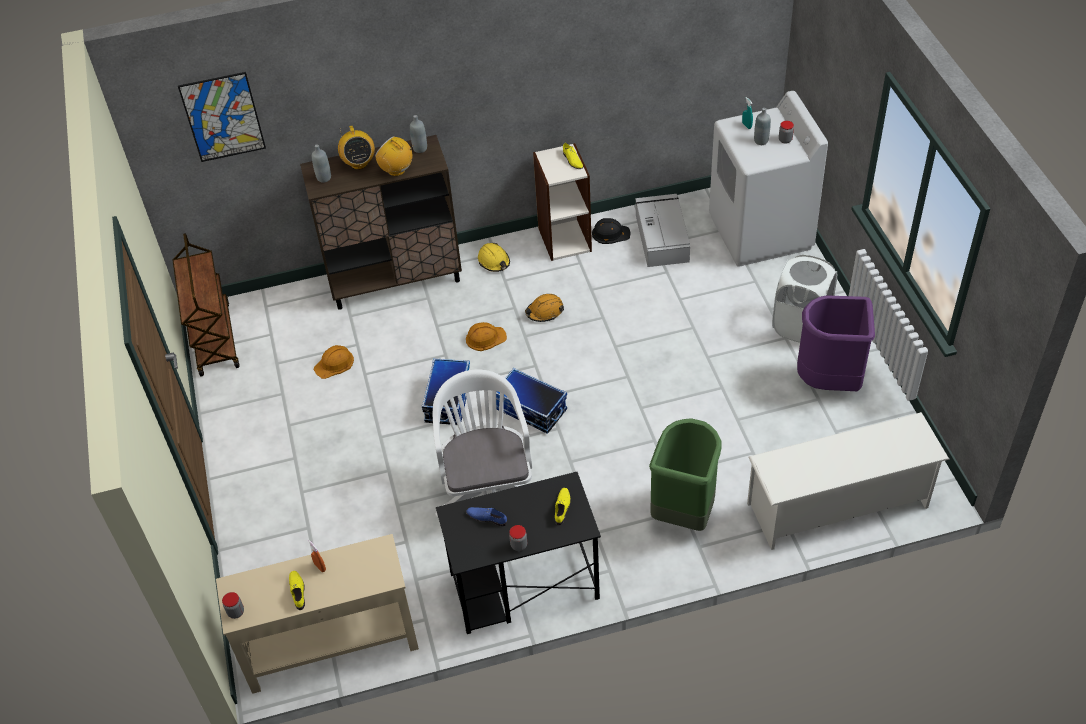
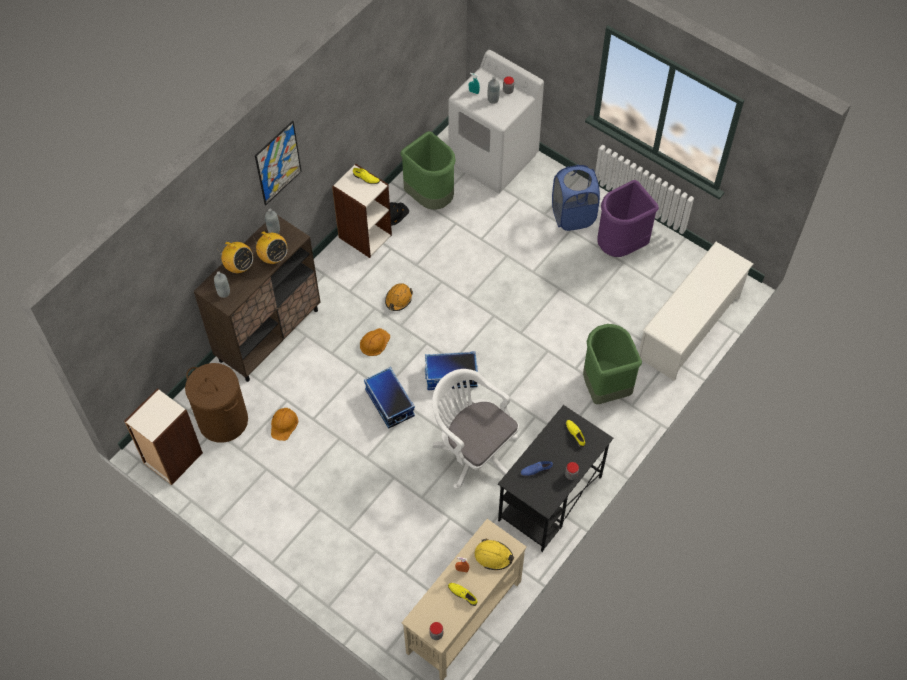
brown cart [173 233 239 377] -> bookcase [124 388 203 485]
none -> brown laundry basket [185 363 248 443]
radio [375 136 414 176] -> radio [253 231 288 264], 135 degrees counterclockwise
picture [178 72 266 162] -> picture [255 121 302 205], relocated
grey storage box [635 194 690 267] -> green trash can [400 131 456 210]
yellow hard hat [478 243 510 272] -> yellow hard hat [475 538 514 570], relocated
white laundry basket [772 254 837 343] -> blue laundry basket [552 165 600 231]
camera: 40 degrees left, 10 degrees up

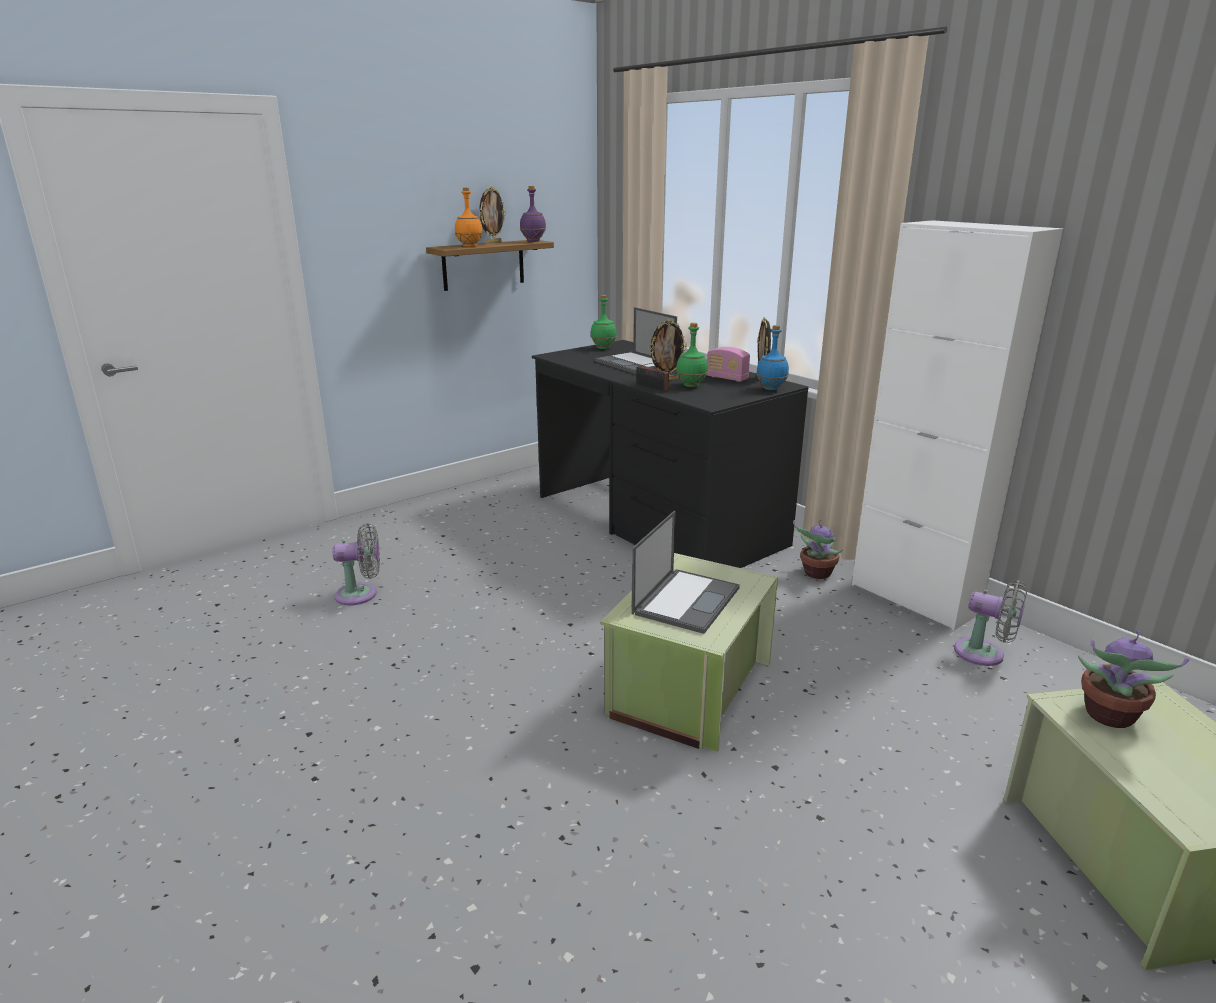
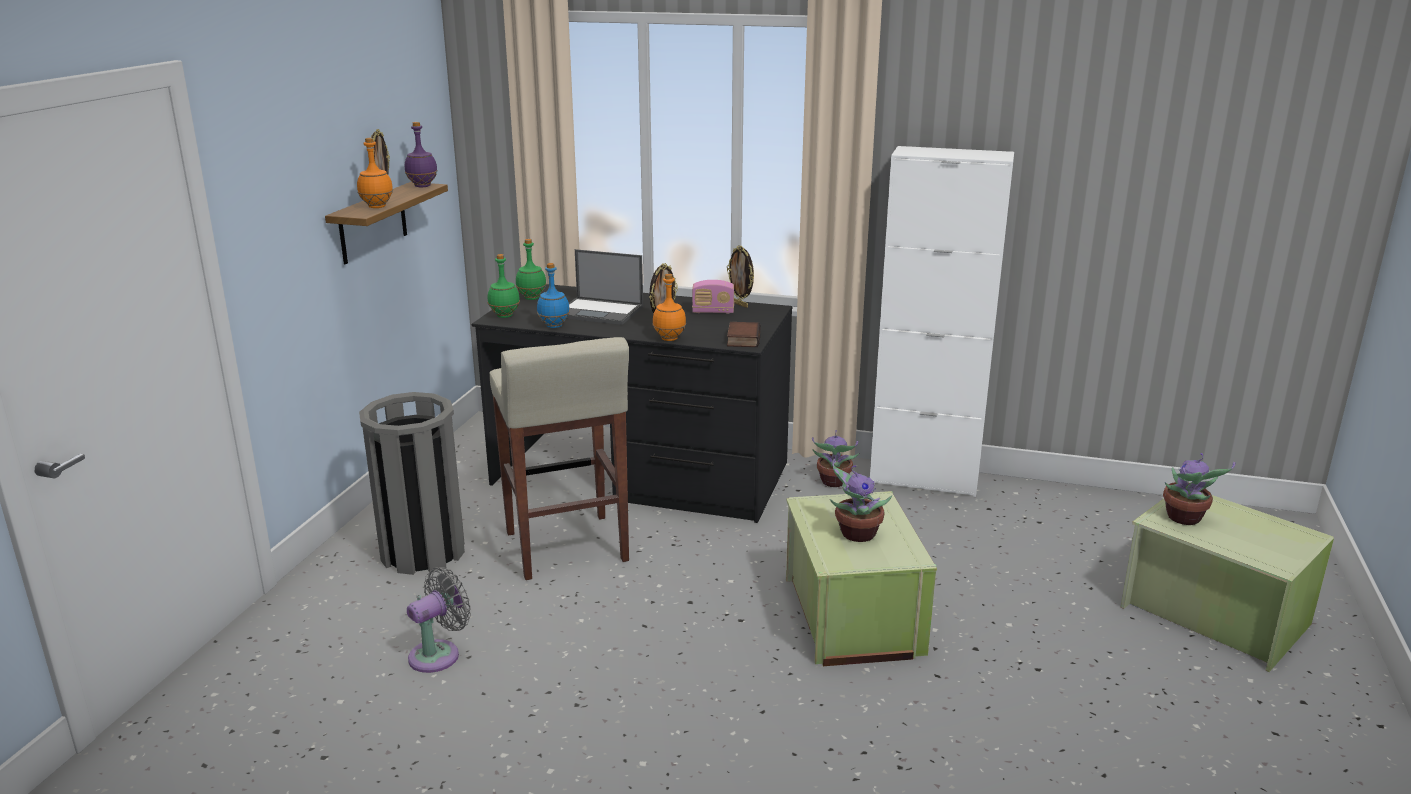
none -> grey trash can [359 392 465 575]
green bottle [676 323 708 387] -> green bottle [488 254 520 318], relocated
none -> beige stool [489 337 629 580]
blue bottle [756 325 789 390] -> blue bottle [537 263 570 328], relocated
radio [636 358 672 392] -> orange bottle [652 274 686 341]
none -> book [727 322 761 347]
laptop [631 511 740 634] -> potted plant [830 459 892 542]
grey fan [954 580 1027 666] -> none
camera: 35 degrees left, 0 degrees up

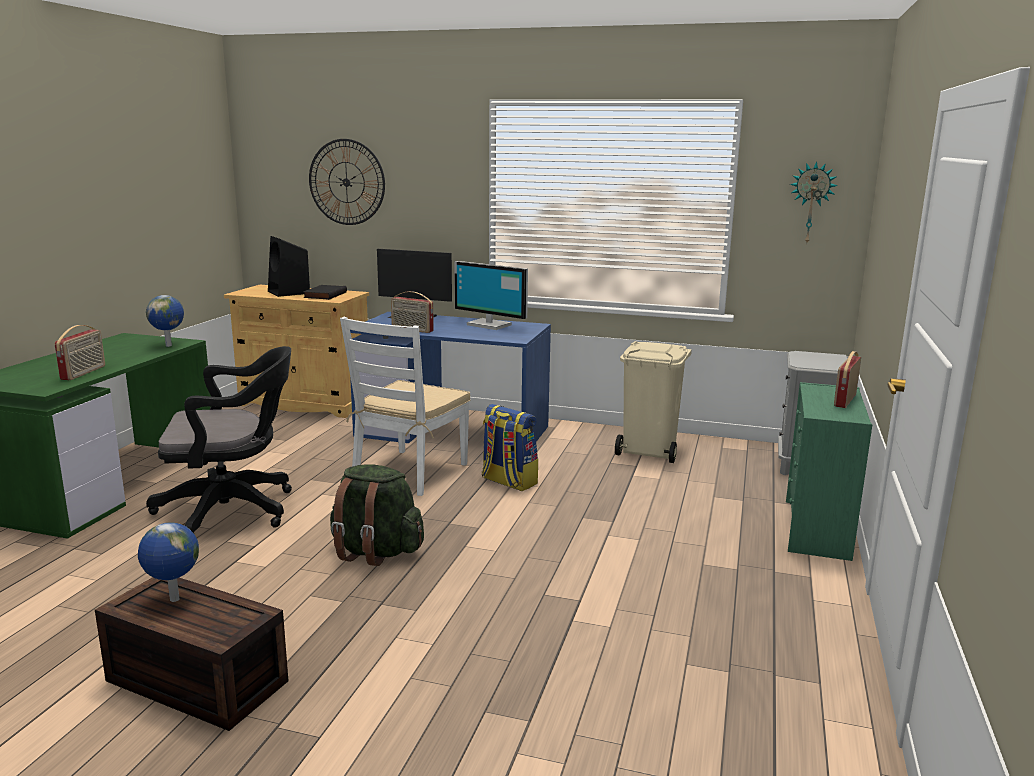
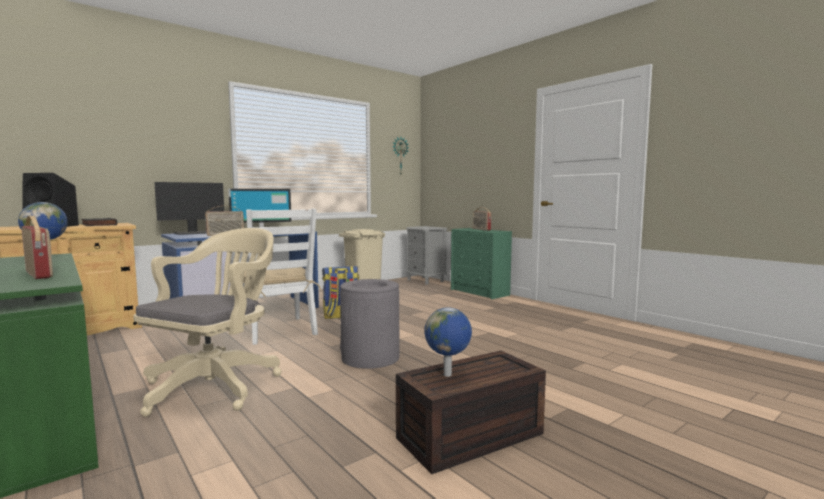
black office chair [146 346 292 533] -> beige office chair [133 228 282 417]
green backpack [330 464 424 566] -> grey trash can [340 279 399 369]
wall clock [309 139 385 225] -> none
camera: 55 degrees left, 10 degrees down

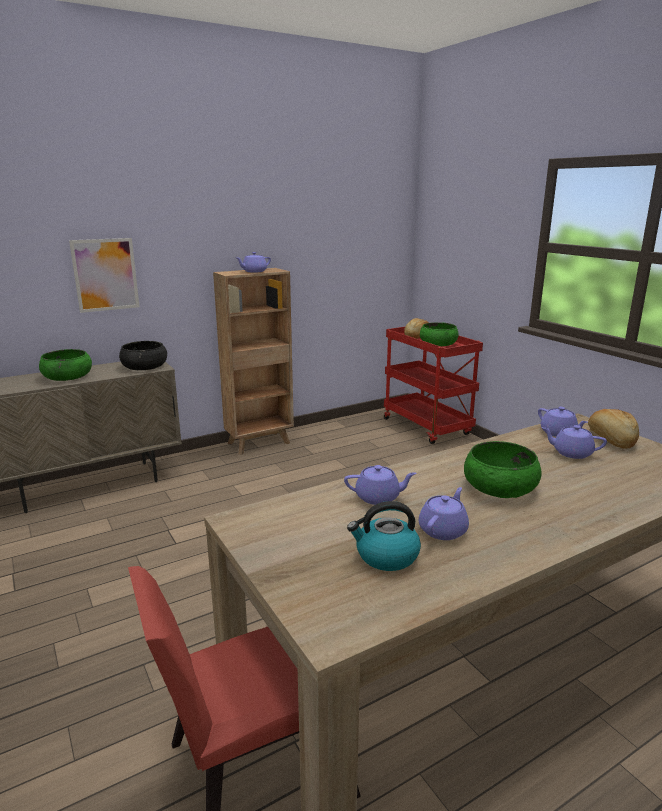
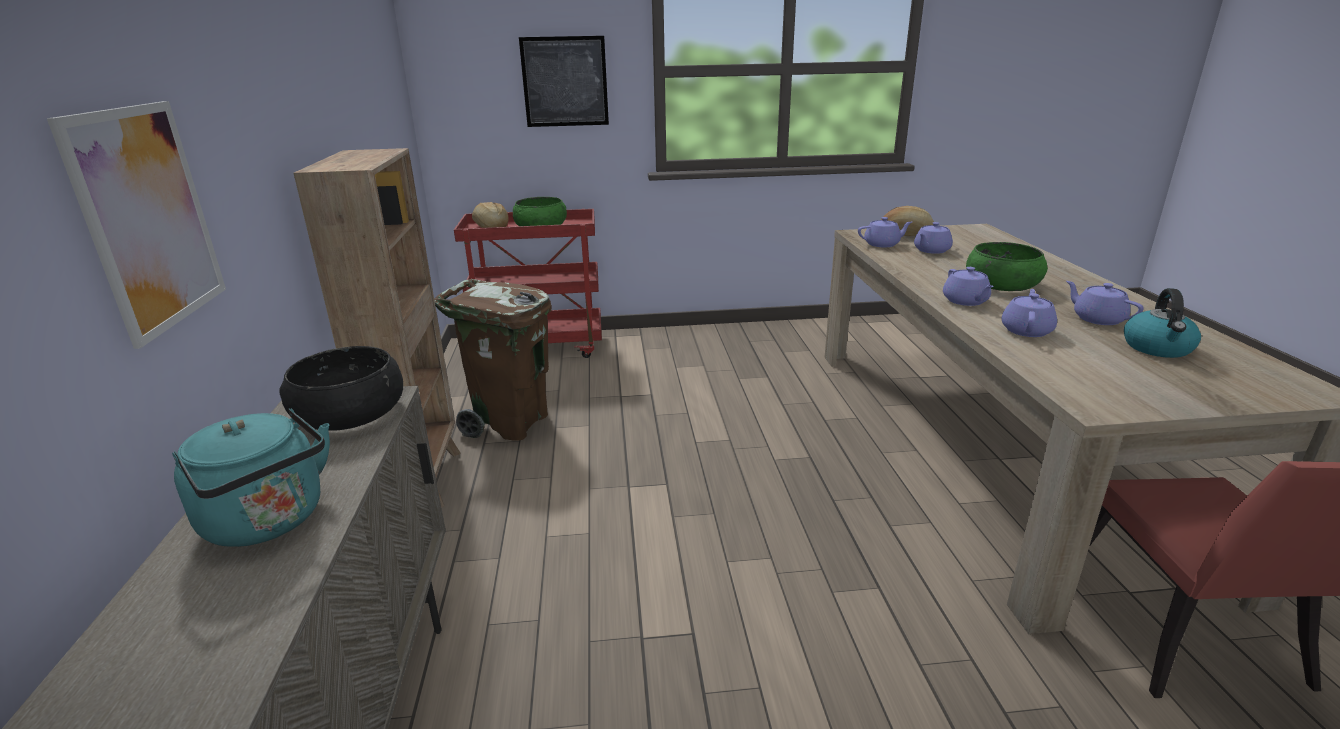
green bowl [39 349 92 381] -> turquoise kettle [172 408 330 547]
none -> brown trash can [434 279 552 441]
none -> picture [519 36 609 127]
purple teapot [236 252 271 273] -> purple teapot [943 267 994 306], relocated
camera: 65 degrees left, 5 degrees up

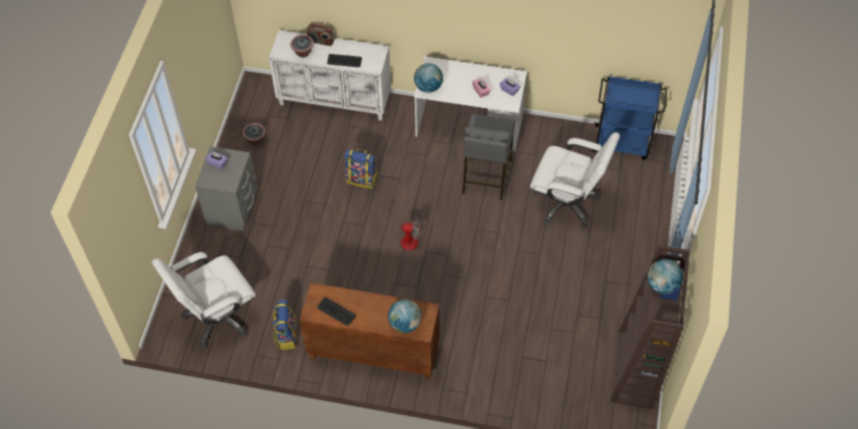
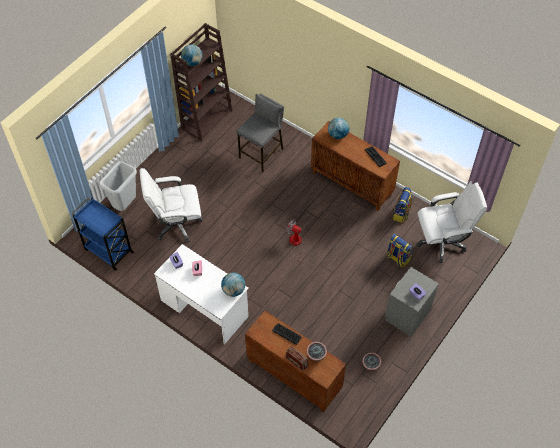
none -> grey trash can [99 161 137 211]
white office chair [530 133 620 228] -> white office chair [140 168 203 243], 60 degrees counterclockwise
grey stool [462 114 515 200] -> grey stool [237 93 284 172], relocated
white cabinet [269 30 391 121] -> brown cabinet [245 310 346 412]
backpack [344 148 378 189] -> backpack [386 234 413 268], relocated
camera: 155 degrees left, 0 degrees up

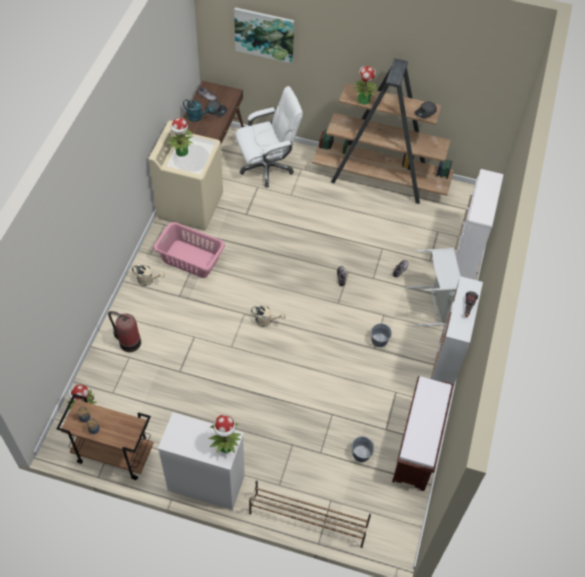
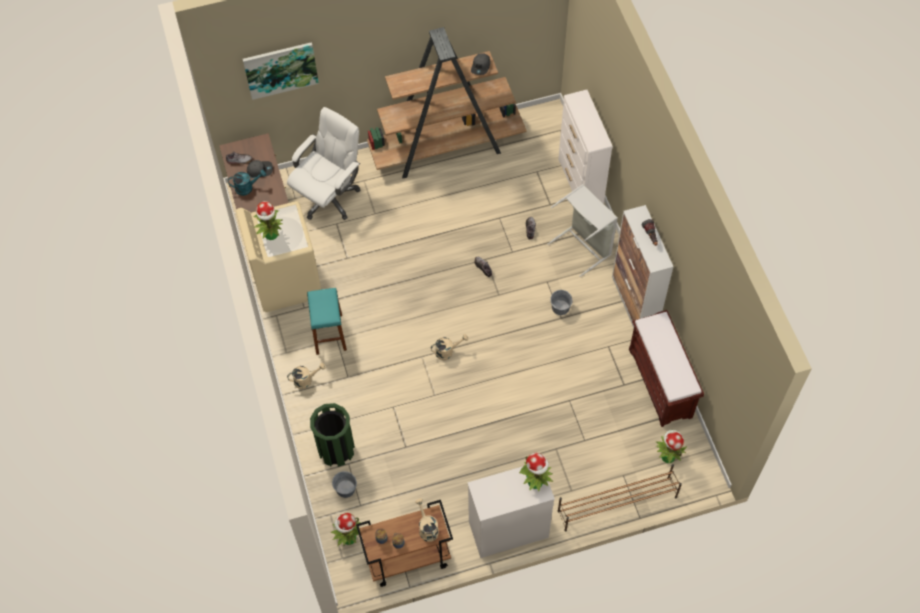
pink laundry basket [153 222 225 278] -> turquoise stool [307 288 347 355]
fire extinguisher [108 311 141 352] -> green trash can [310 403 355 467]
grey bucket [352 436 374 462] -> grey bucket [332 471 357 498], relocated
none -> beige watering can [415 499 439 542]
potted plant [352 66 378 105] -> potted plant [656 430 687 464], relocated
camera: 30 degrees left, 5 degrees up

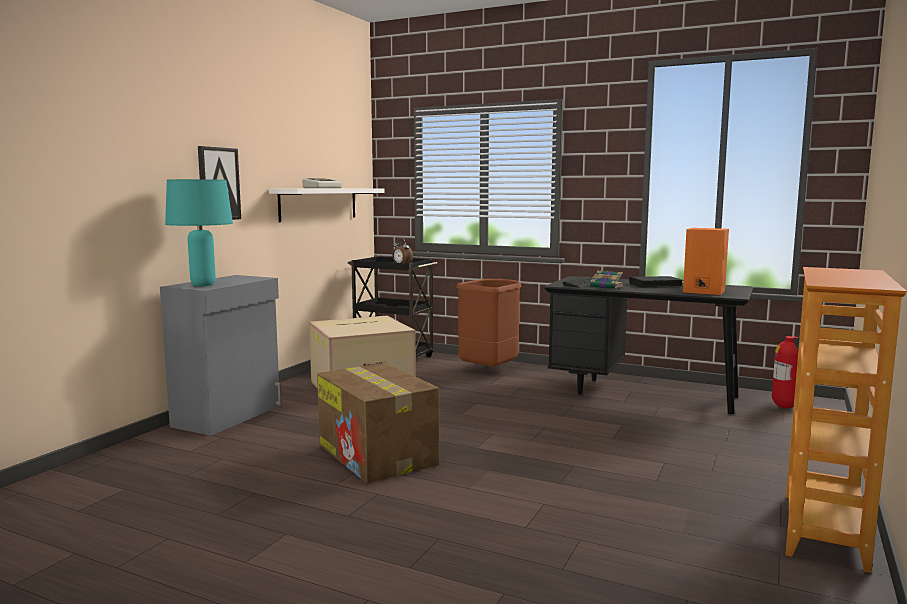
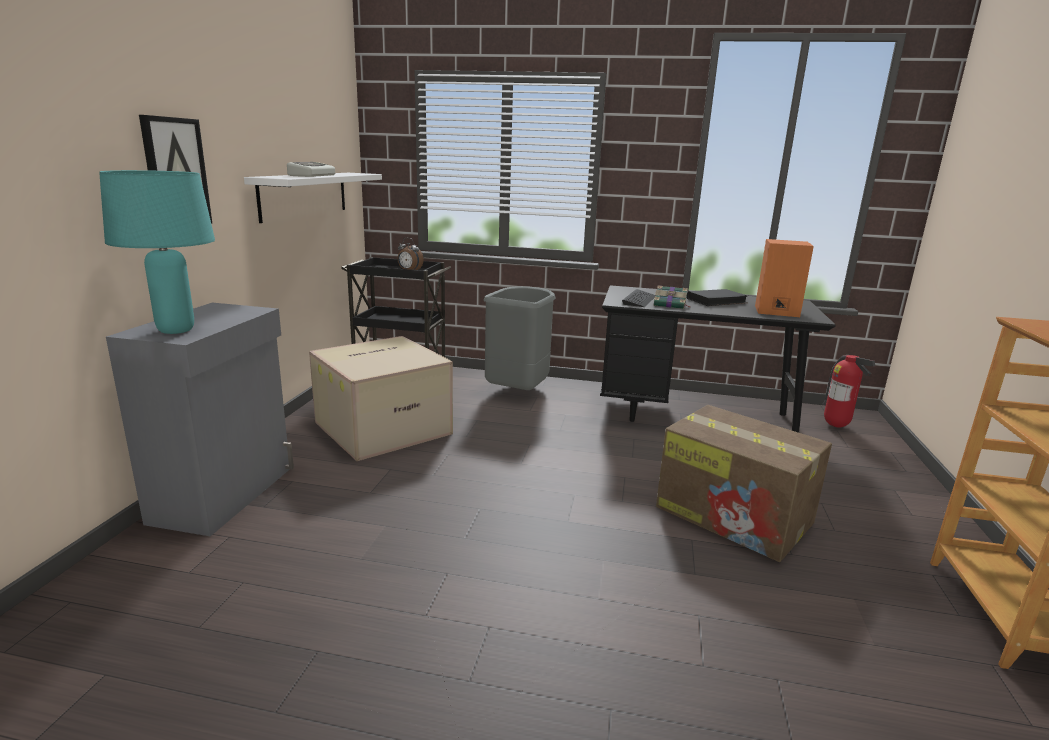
brown trash can [456 279 522 367] -> grey trash can [484 286 556 390]
cardboard box [317 363 439 483] -> cardboard box [656 405 832 562], relocated
camera: 15 degrees left, 10 degrees up

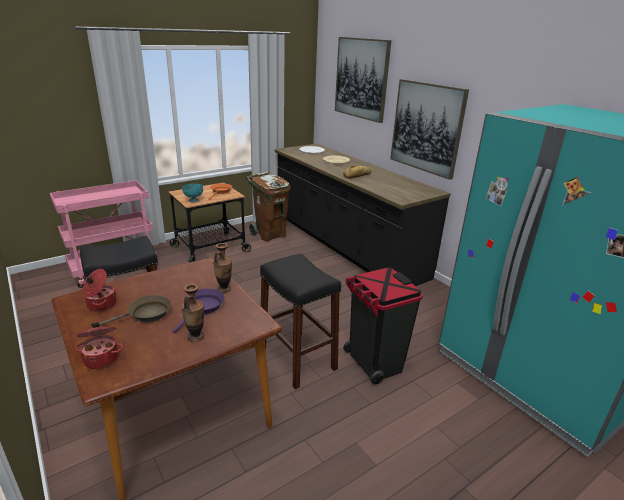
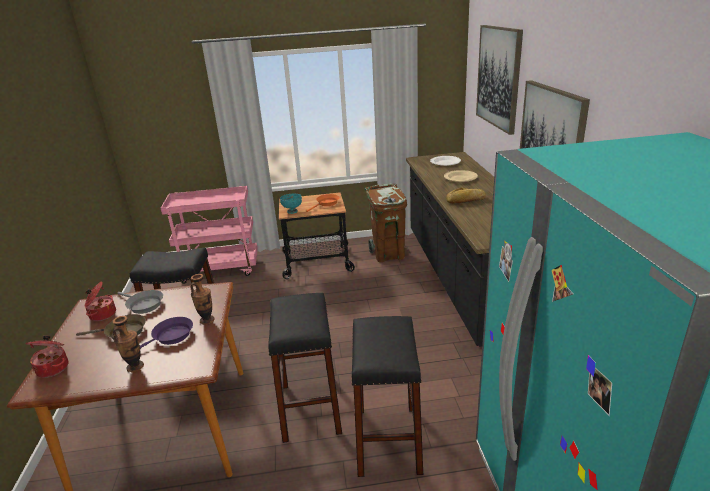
none -> grey frying pan [117 290 163 314]
black trash can [343 267 423 385] -> black stool [351 316 423 477]
camera: 30 degrees right, 0 degrees up

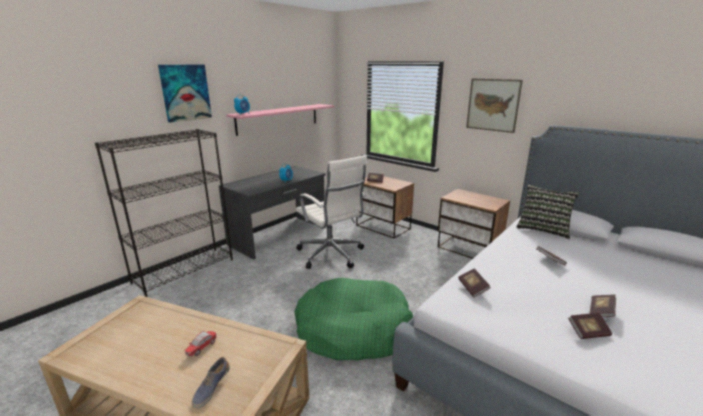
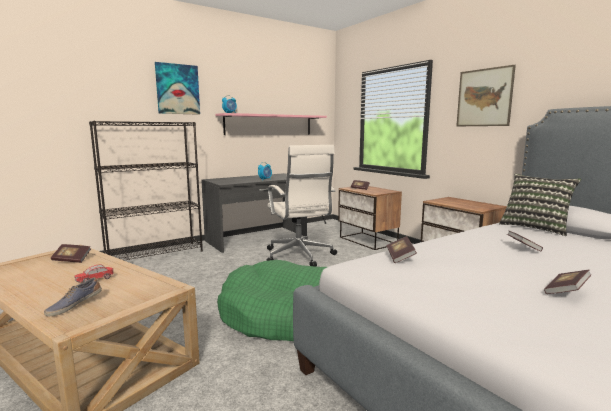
book [568 313 612 339] -> book [51 244 91 263], relocated
camera: 15 degrees right, 10 degrees down

